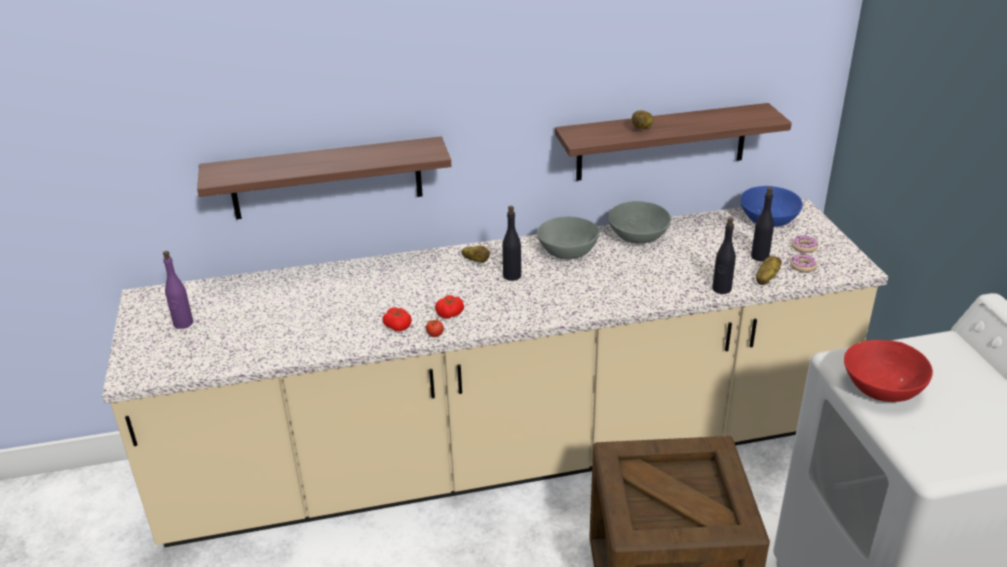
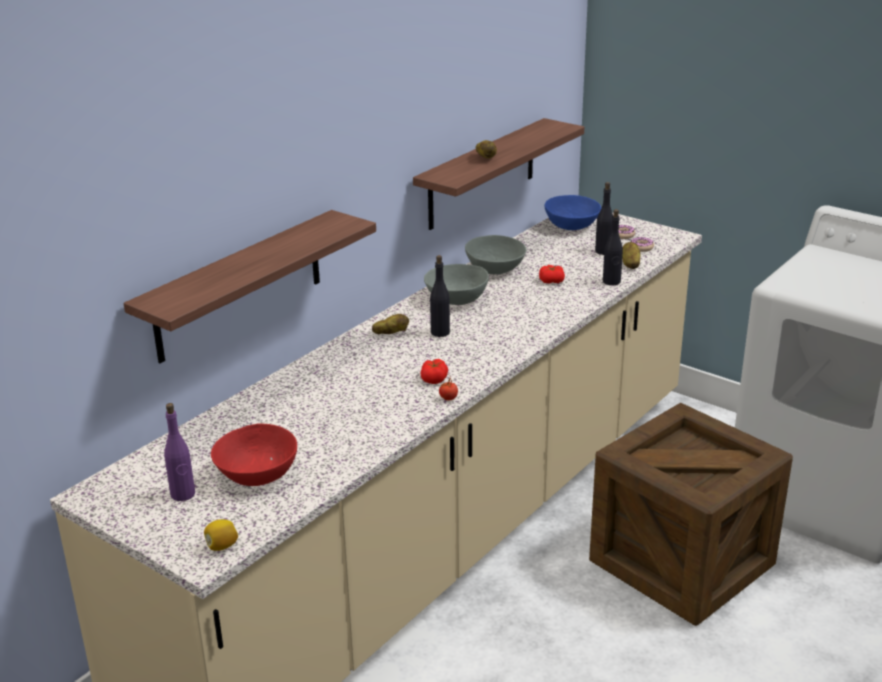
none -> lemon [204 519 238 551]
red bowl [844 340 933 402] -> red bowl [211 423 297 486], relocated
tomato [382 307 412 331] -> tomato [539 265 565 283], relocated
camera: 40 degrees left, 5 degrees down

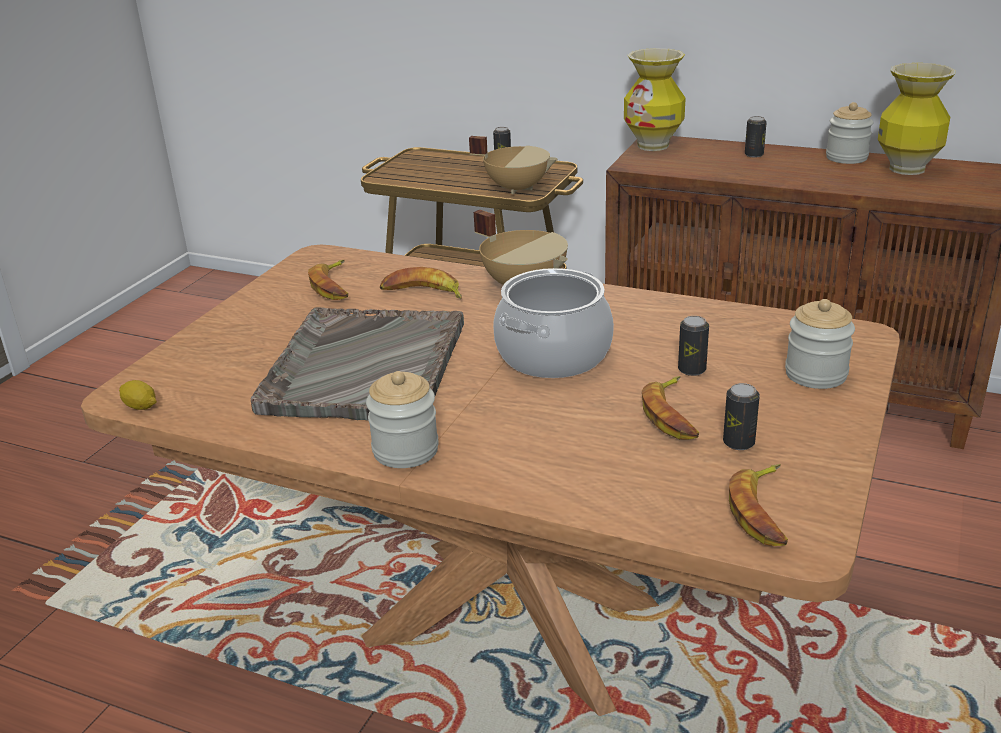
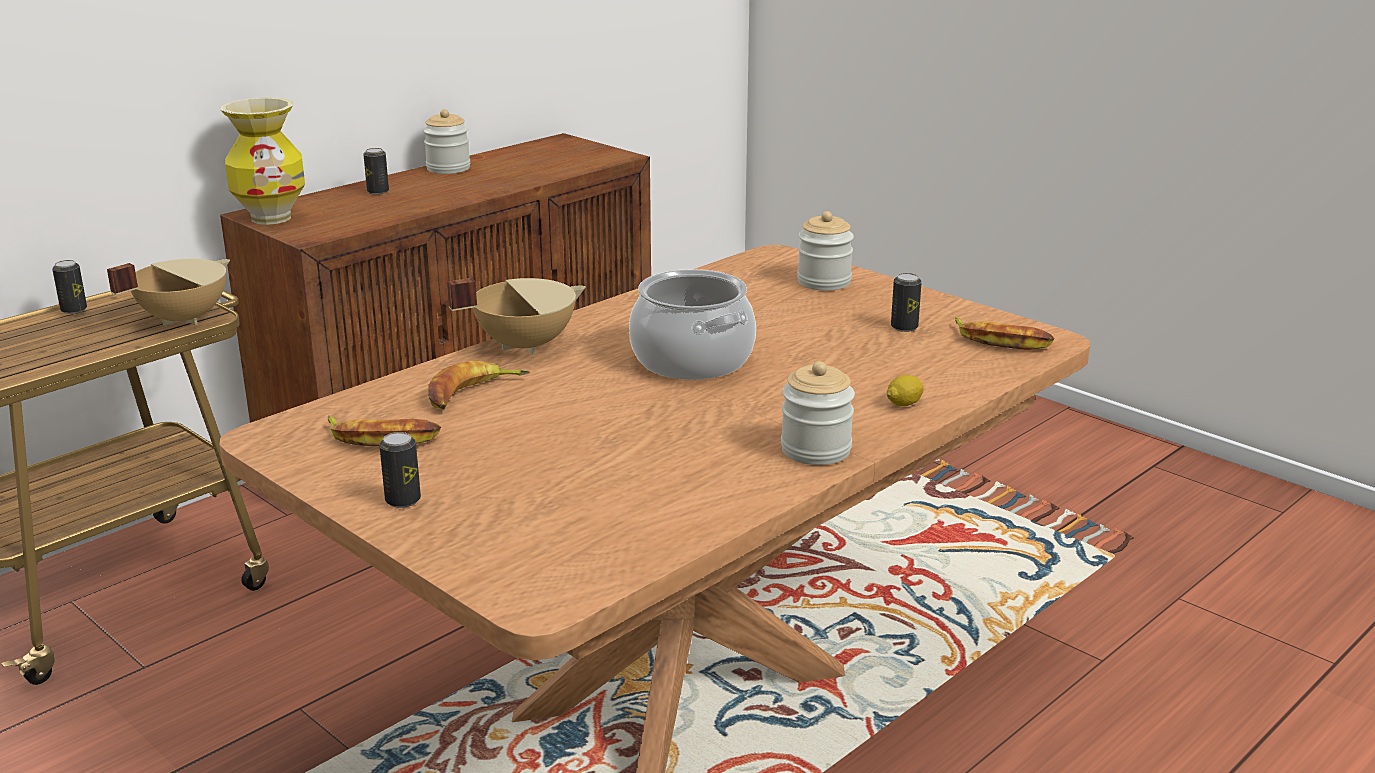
can [678 316 709 376] -> can [379 432 421 508], relocated
lemon [119 380 157 410] -> lemon [886 375 924 406], relocated
grey tray [251 307 464 420] -> none
banana [642 376 699 440] -> none
vase [878 63 956 175] -> none
camera: 70 degrees left, 5 degrees down

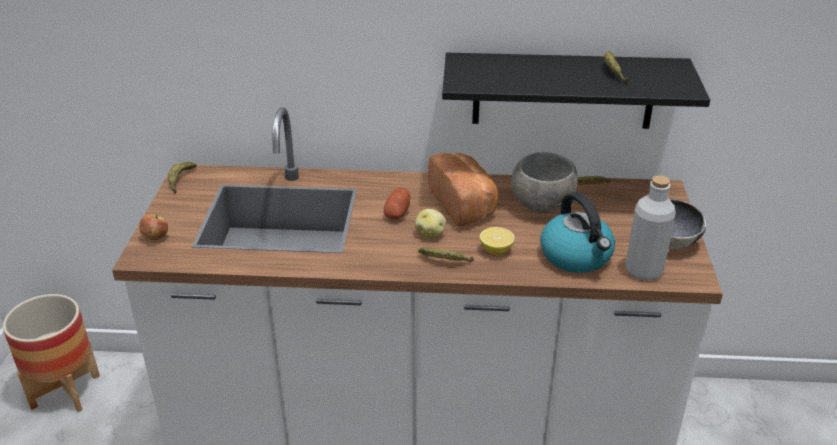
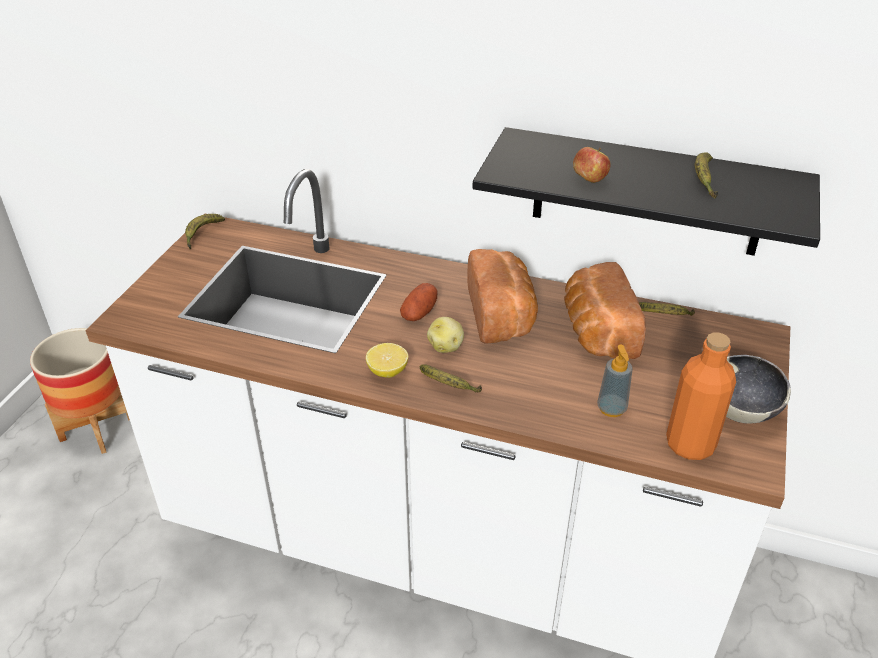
lemon [480 227 515 254] -> lemon [366 343 408 378], relocated
grey bowl [511 152 578 213] -> bread [564 262 646 359]
apple [139 214 168 240] -> apple [573 147 611 183], relocated
kettle [540 192 615 273] -> soap dispenser [597 345 633 417]
grey bottle [625 175 676 281] -> orange bottle [666 332 736 460]
camera: 15 degrees right, 5 degrees up

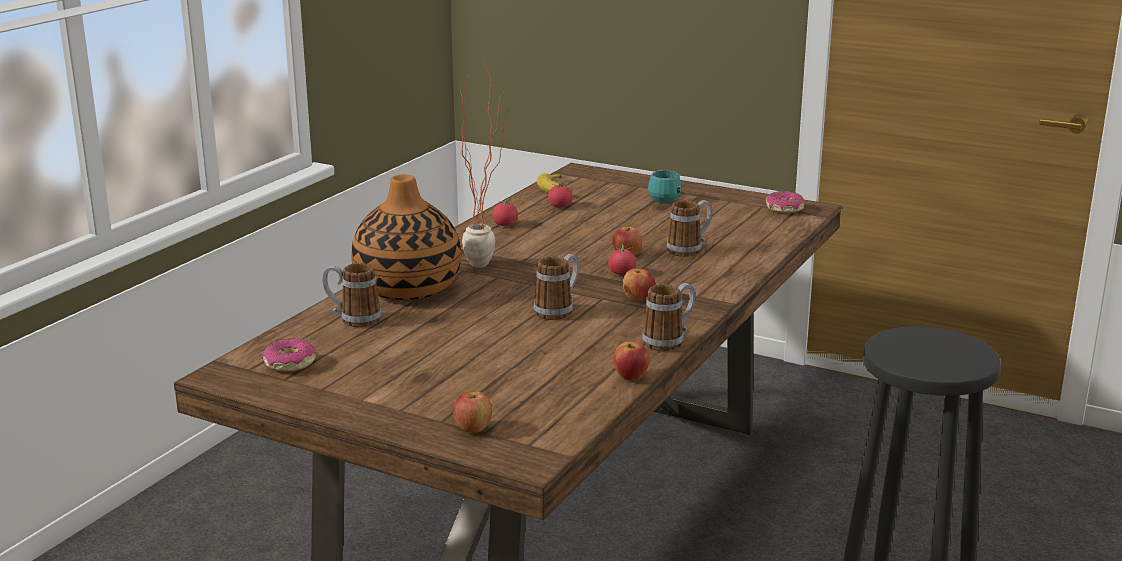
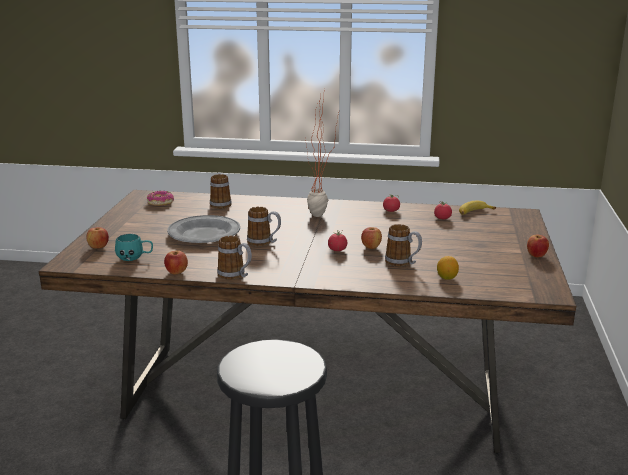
turquoise mug [648 170 682 203] -> turquoise mug [115 234 153 261], relocated
none -> grey plate [167 215 240 243]
none -> lemon [437 256 459 280]
apple [623 268 655 301] -> apple [527 235 549 257], relocated
vase [351 174 461 300] -> none
donut [766 191 805 213] -> none
camera: 70 degrees right, 0 degrees up

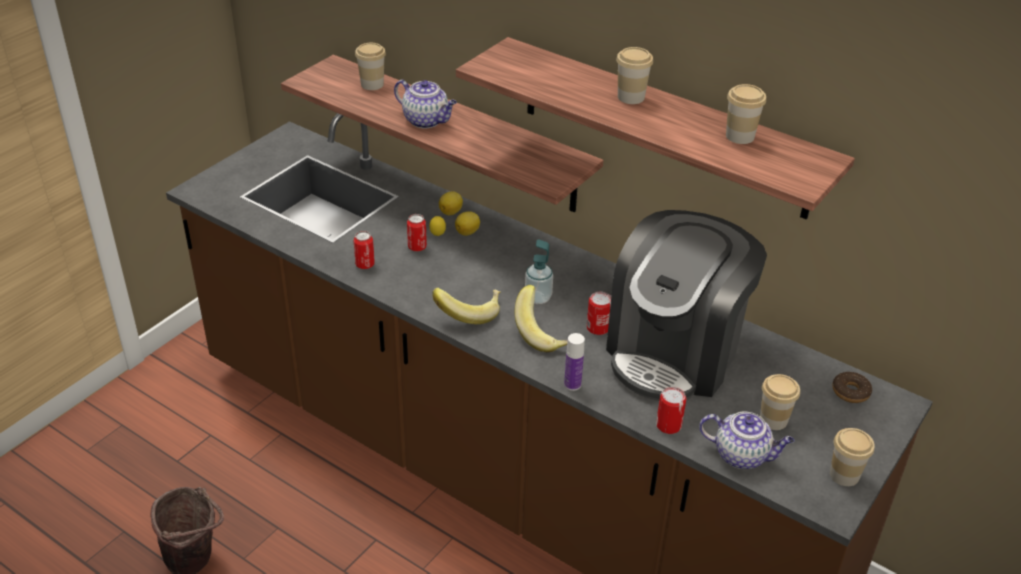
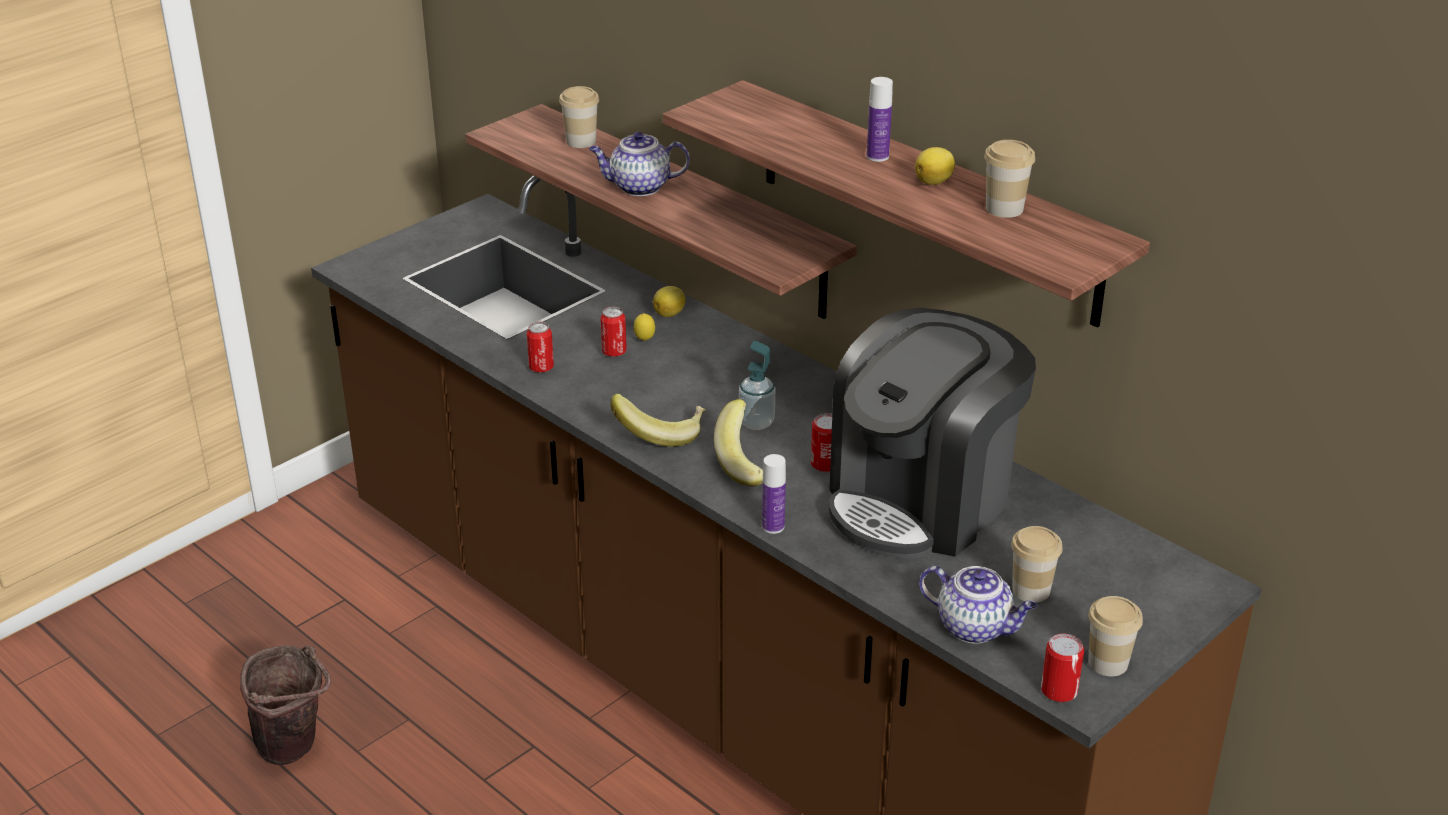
teapot [394 80 457 128] -> teapot [589 132 690 196], 135 degrees clockwise
cup [616 47 653 104] -> bottle [867 77 893 162]
lemon [455 211 480 236] -> lemon [915 147 955 185], relocated
can [656 387 686 434] -> can [1041 634 1084 702], relocated
donut [832 372 872 403] -> none
camera: 10 degrees right, 5 degrees down

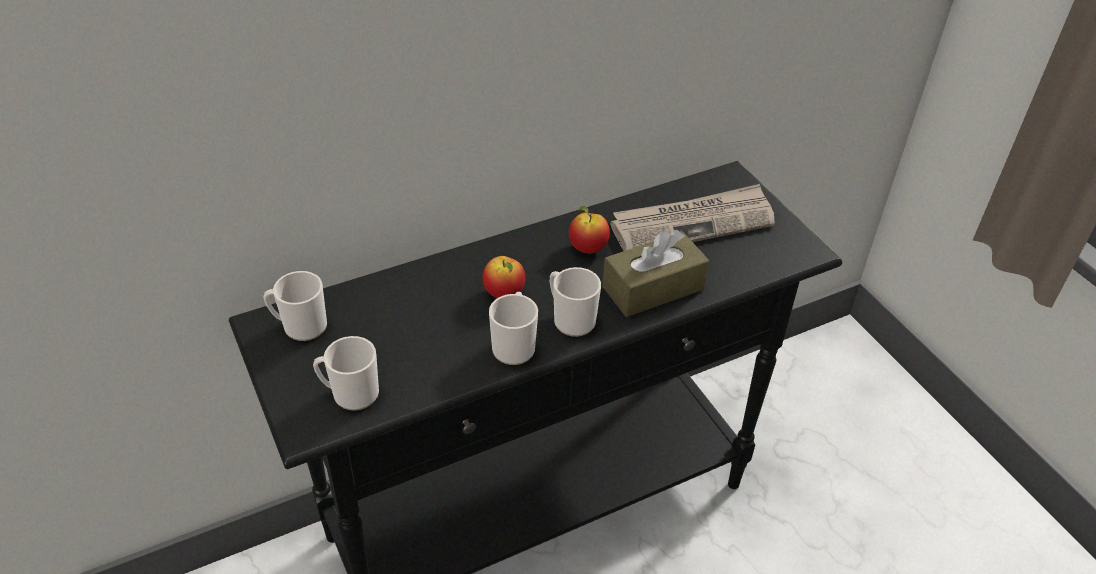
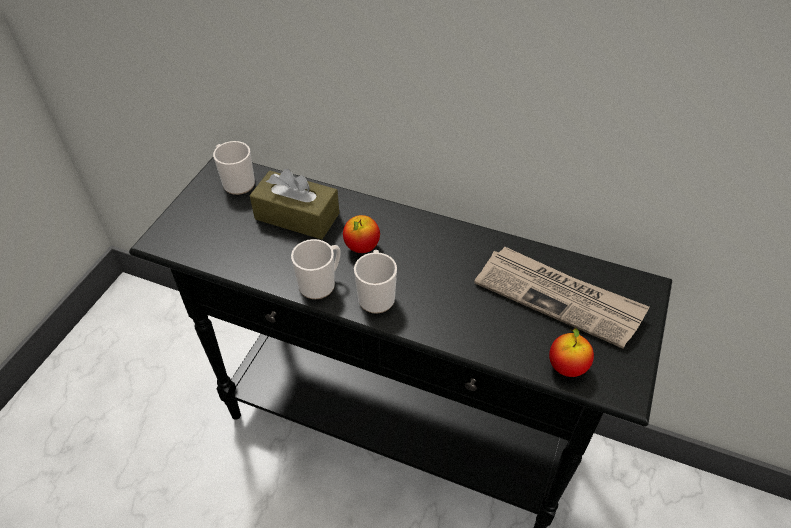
brown tissue box [602 230 709 317] -> brown tissue box [249 169 339 239], relocated
apple [569 206 610 254] -> apple [549 328 594 377], relocated
mug [313 336 379 411] -> none
camera: 50 degrees right, 5 degrees up

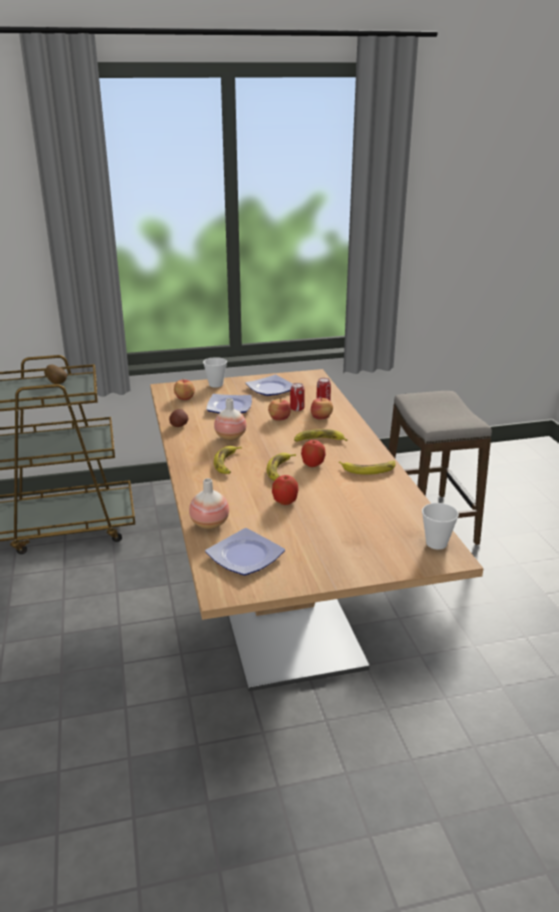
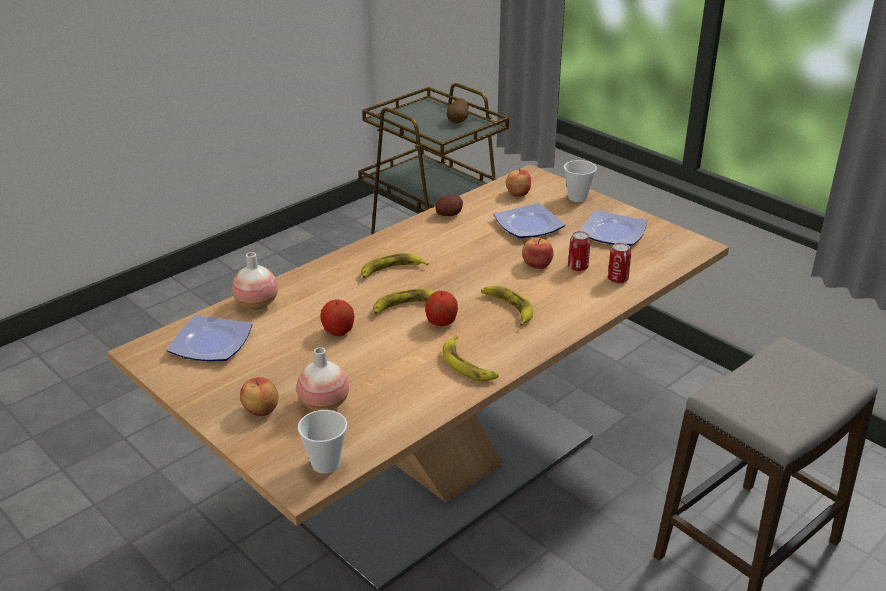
apple [311 398 333 419] -> apple [240 377 279 416], relocated
vase [214 398 246 441] -> vase [297 347 349 411], relocated
camera: 60 degrees right, 5 degrees up

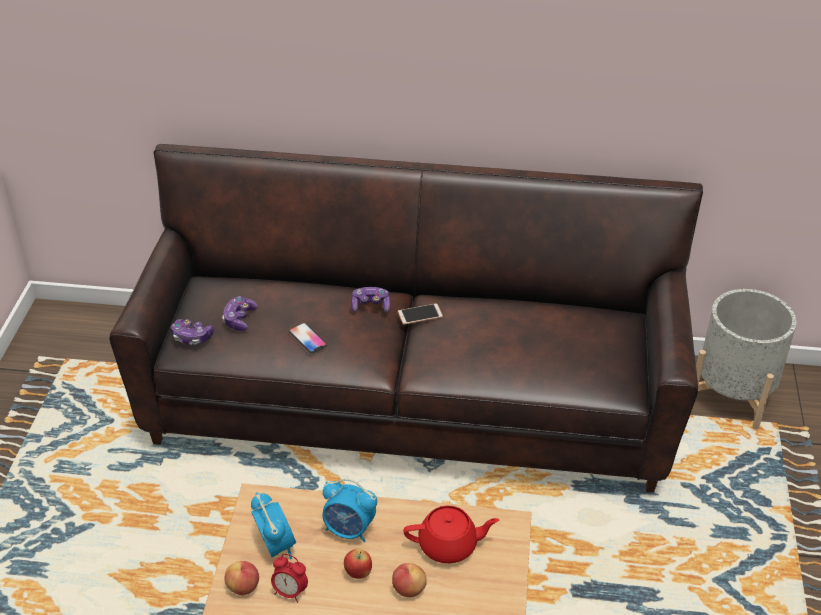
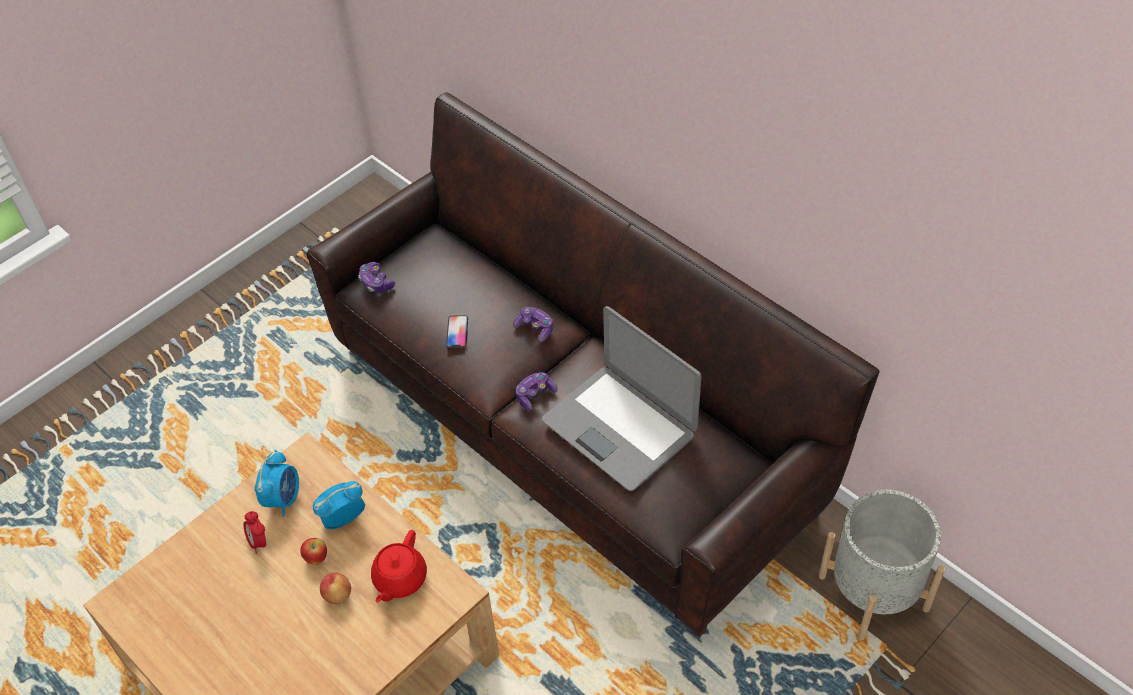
alarm clock [322 479 377 542] -> alarm clock [313 481 365 529], 90 degrees clockwise
red teapot [403 506 499 563] -> red teapot [371 530 427 603], 75 degrees clockwise
game controller [222 296 258 331] -> game controller [516 372 557 410], relocated
none -> laptop [542 306 701 491]
apple [225 561 259 595] -> none
phone [398 304 443 325] -> none
camera: 40 degrees right, 10 degrees up

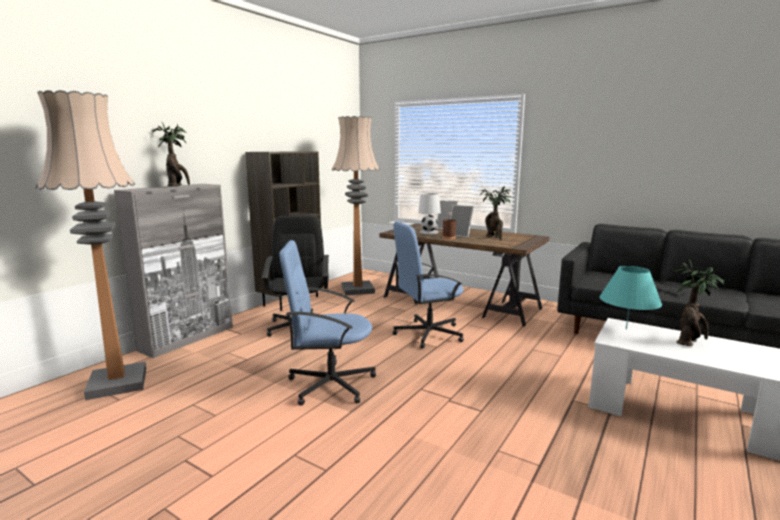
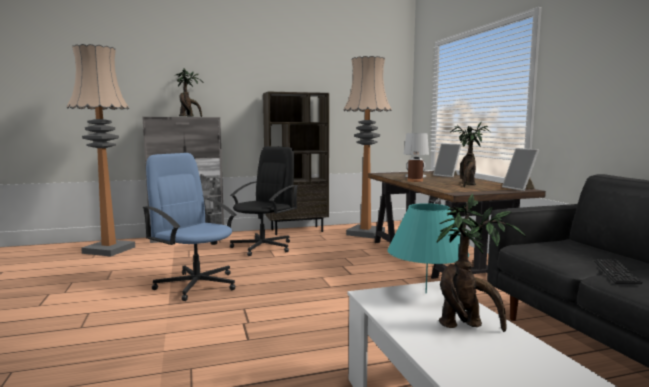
picture frame [450 205 473 238] -> picture frame [502 148 539 191], relocated
blue office chair [393 221 464 348] -> none
camera: 40 degrees right, 5 degrees down

